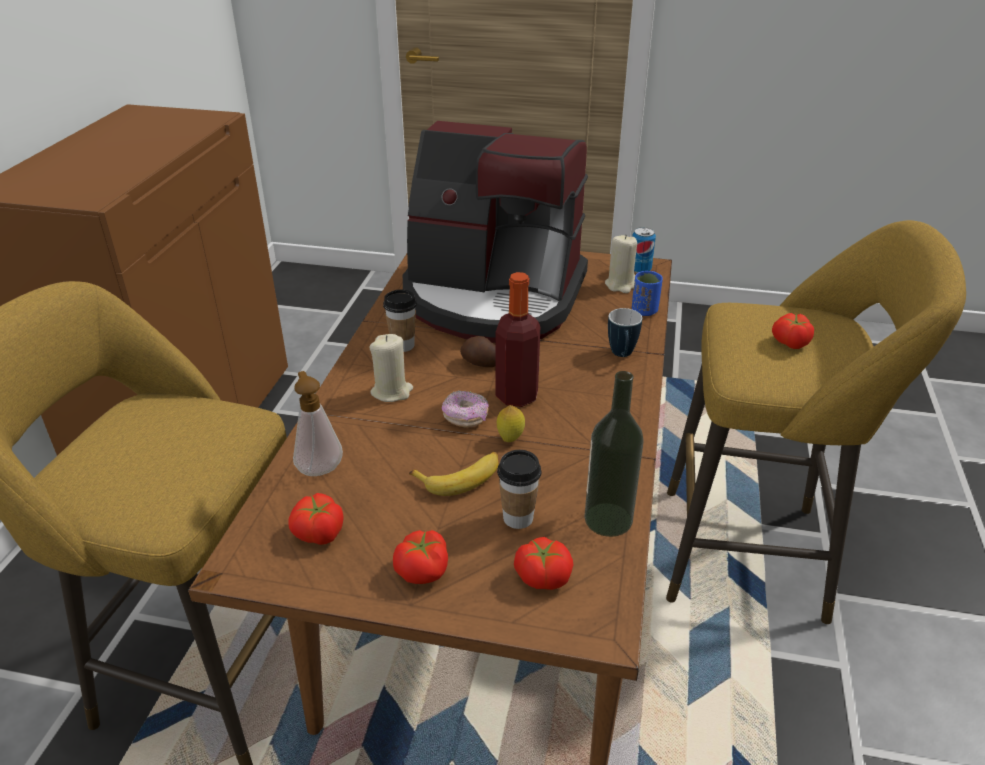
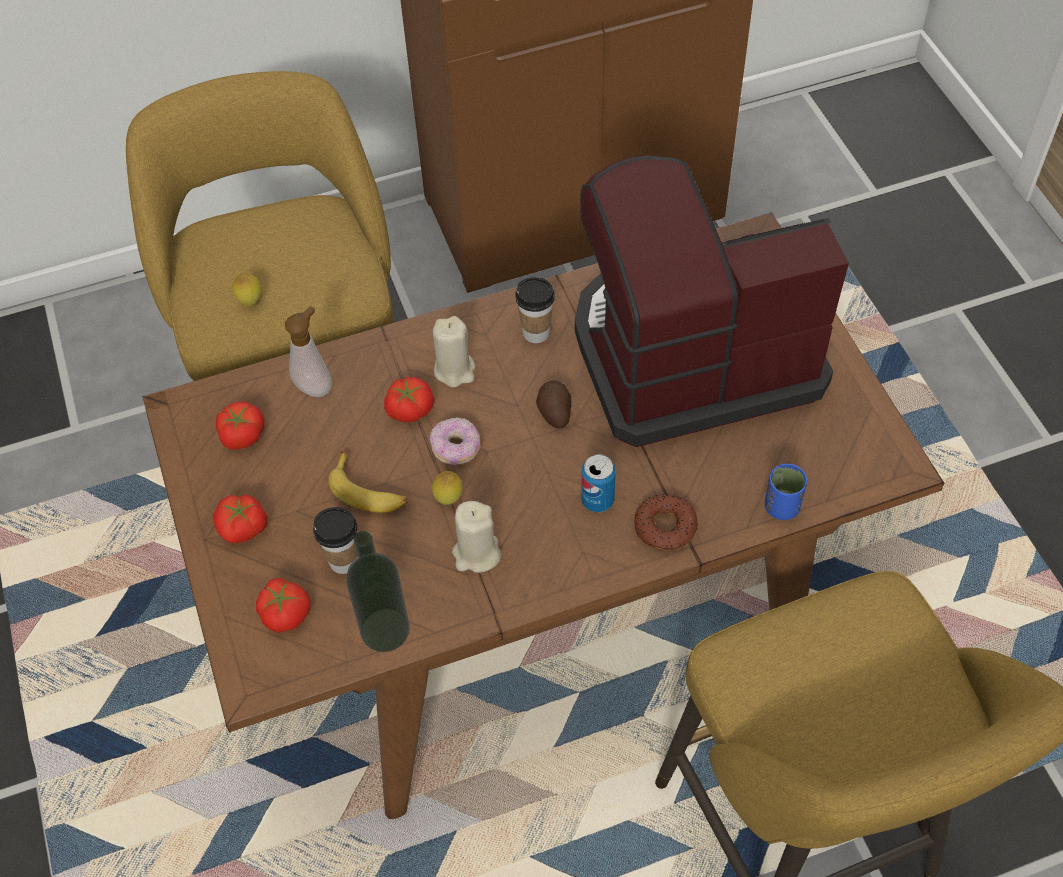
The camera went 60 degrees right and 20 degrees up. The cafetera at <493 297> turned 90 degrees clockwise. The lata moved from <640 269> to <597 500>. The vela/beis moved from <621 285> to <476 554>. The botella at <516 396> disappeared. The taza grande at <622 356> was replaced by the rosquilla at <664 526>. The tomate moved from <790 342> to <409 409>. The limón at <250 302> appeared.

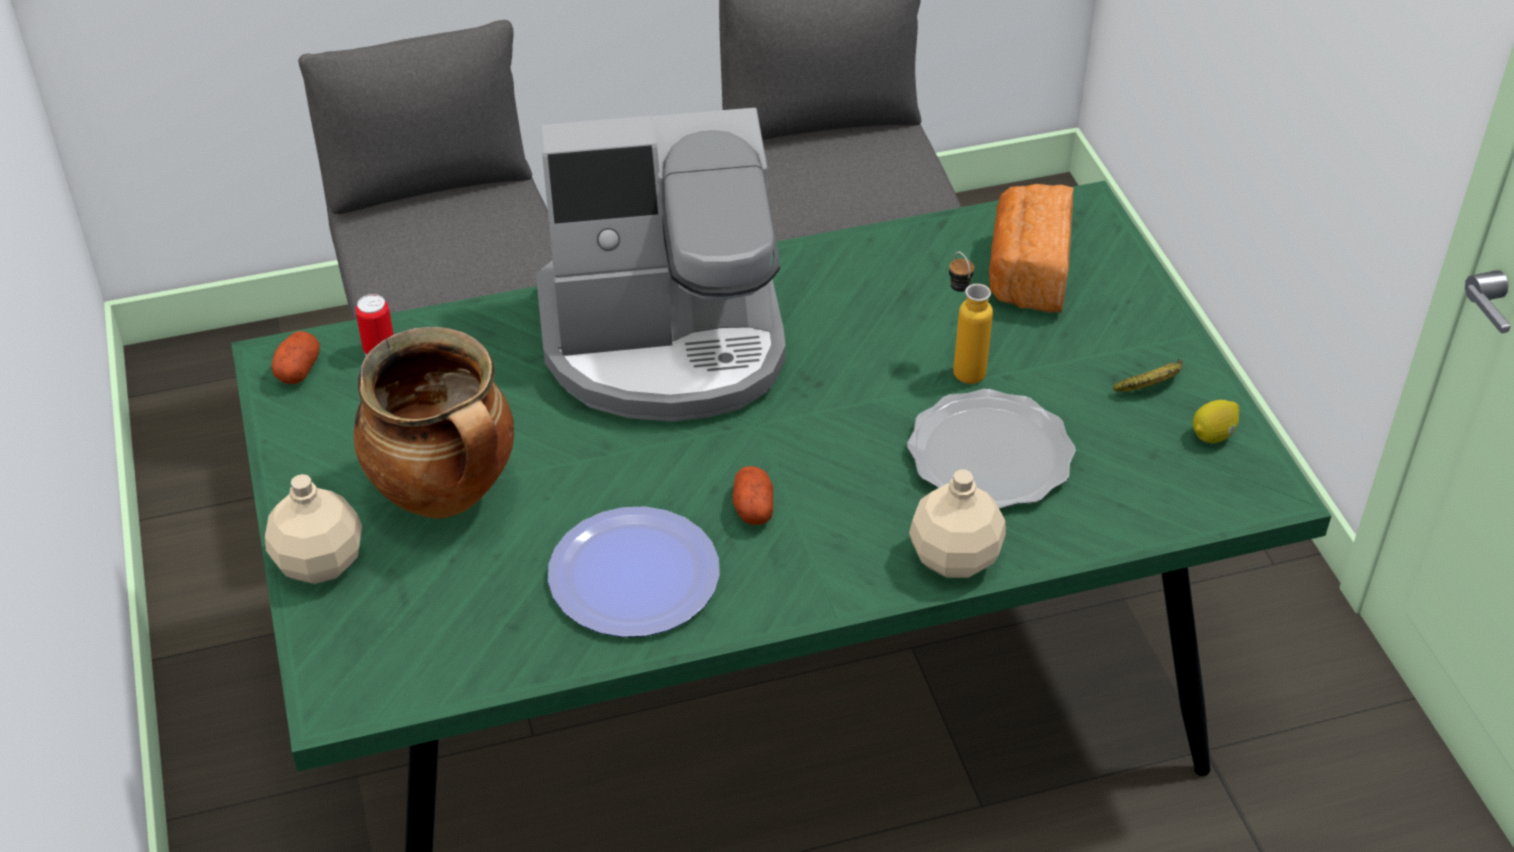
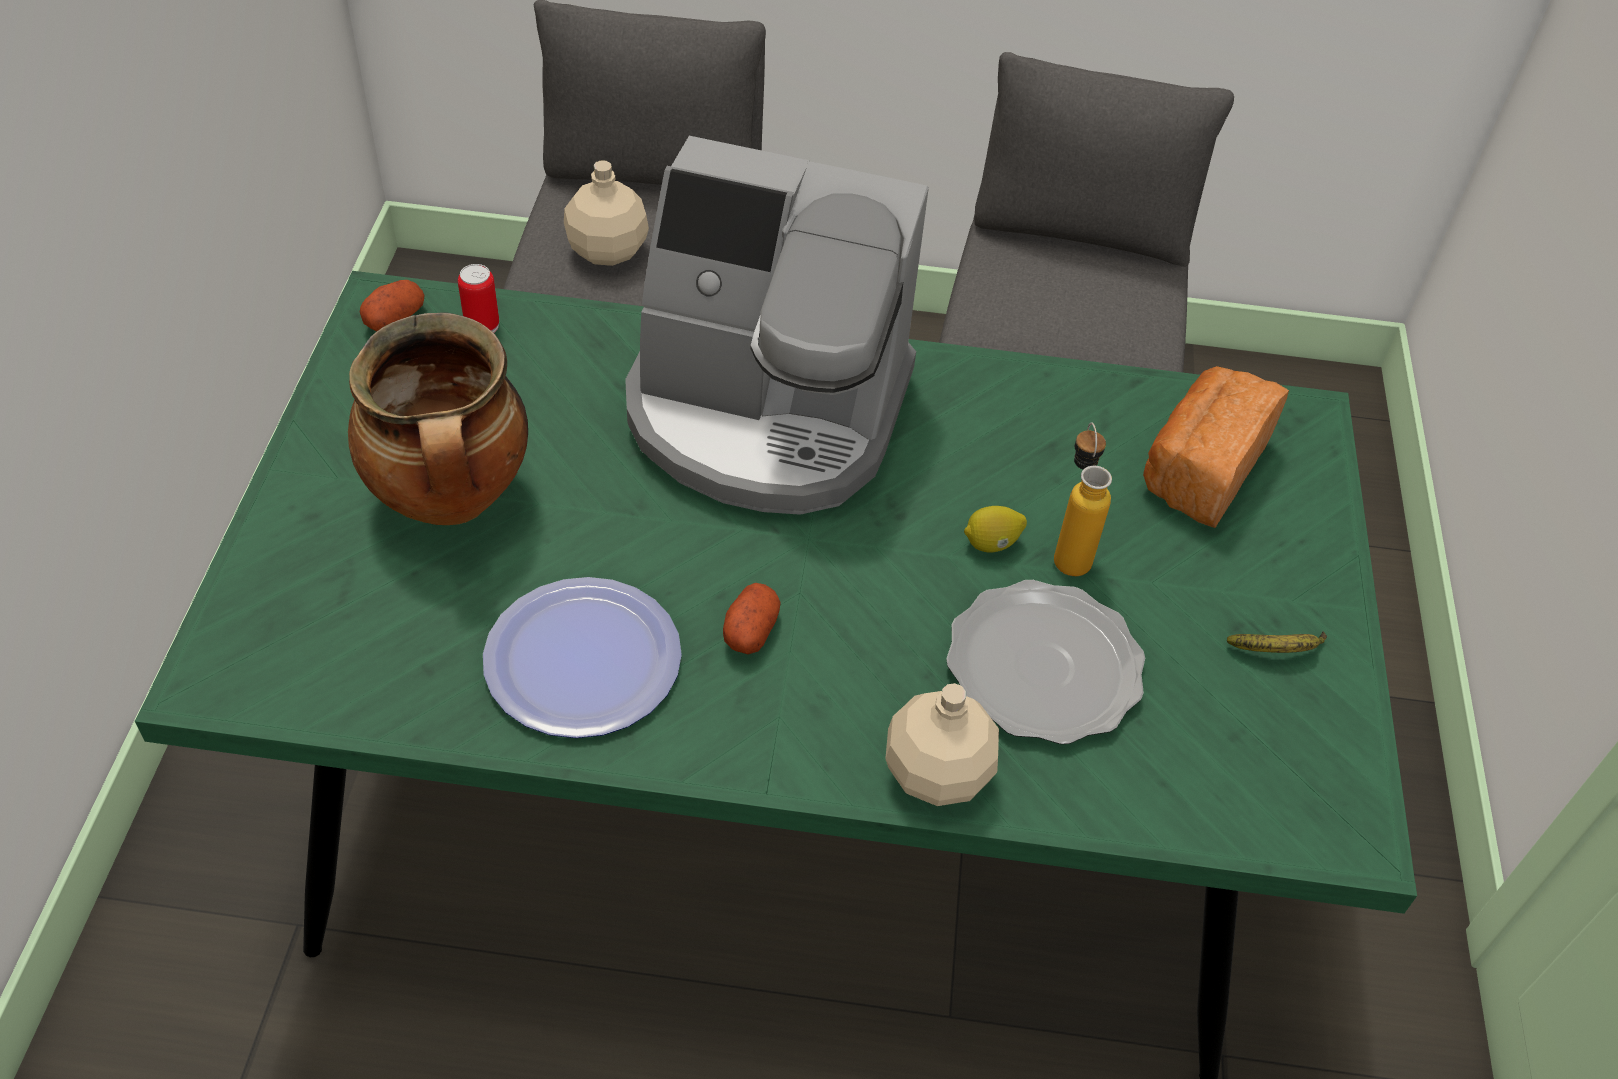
The camera went 20 degrees right and 5 degrees up. The limón moved from <1213 435> to <991 543>. The botella/beis moved from <321 562> to <608 251>.

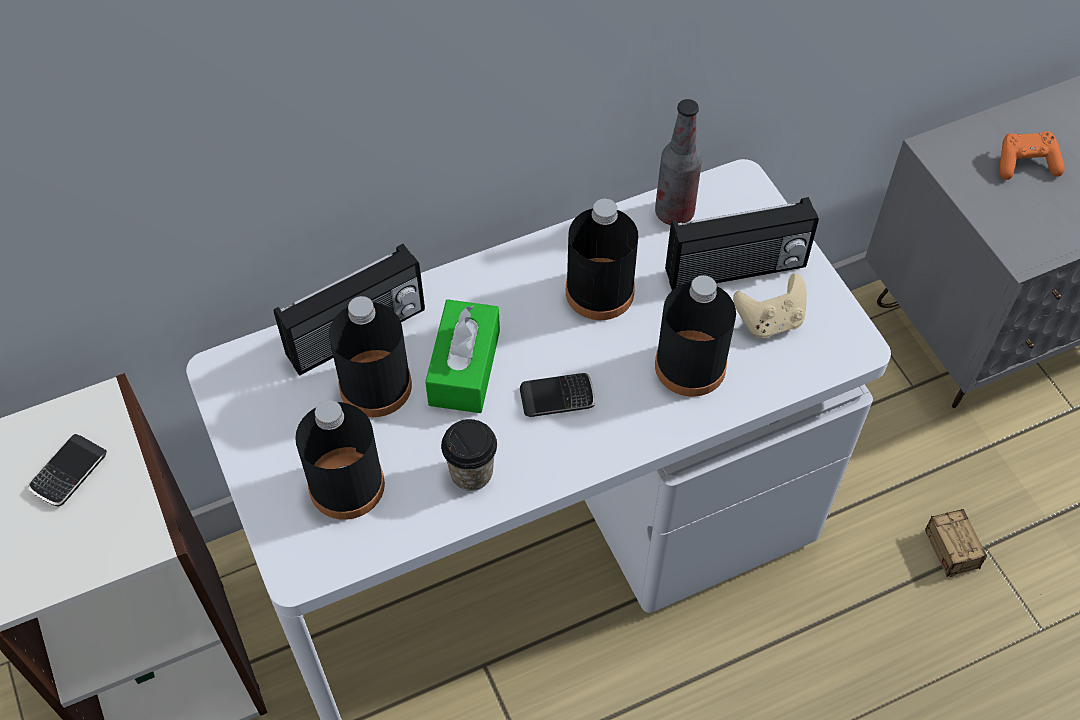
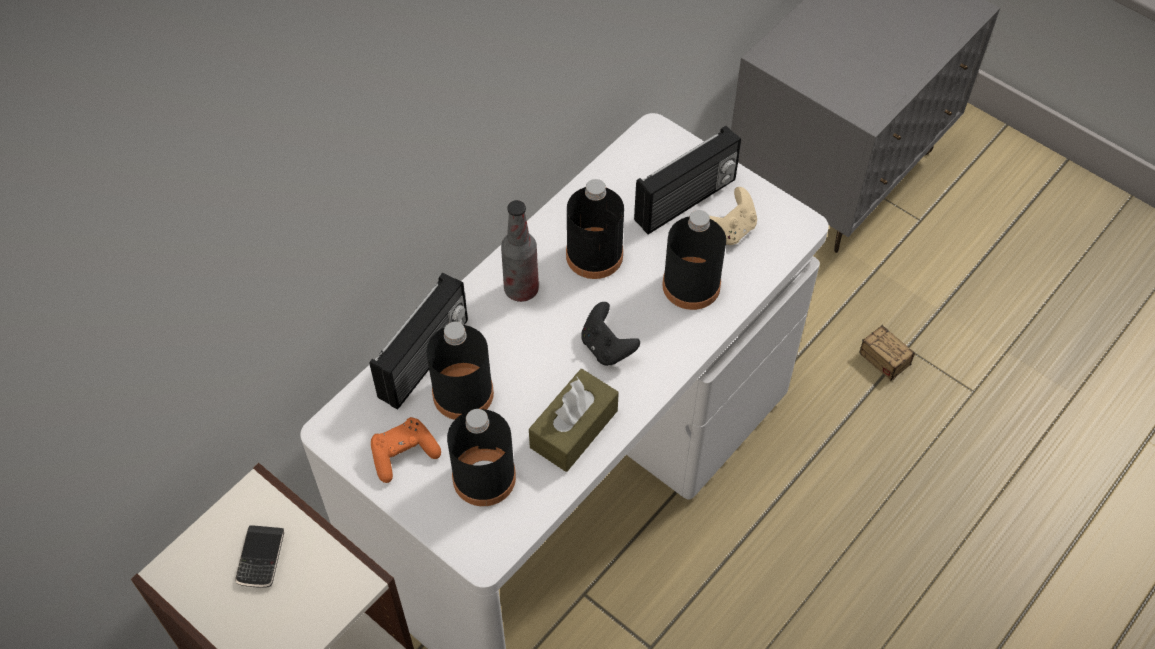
The camera went 25 degrees left and 0 degrees up. The botella moved from <674 213> to <521 289>. The mando de consola/naranja moved from <1025 164> to <403 454>. The caja de pañuelos/verde at <464 368> disappeared. The móvil at <557 398> was replaced by the mando de consola/negro at <607 347>. The taza at <471 473> was replaced by the caja de pañuelos/marrón at <574 429>.

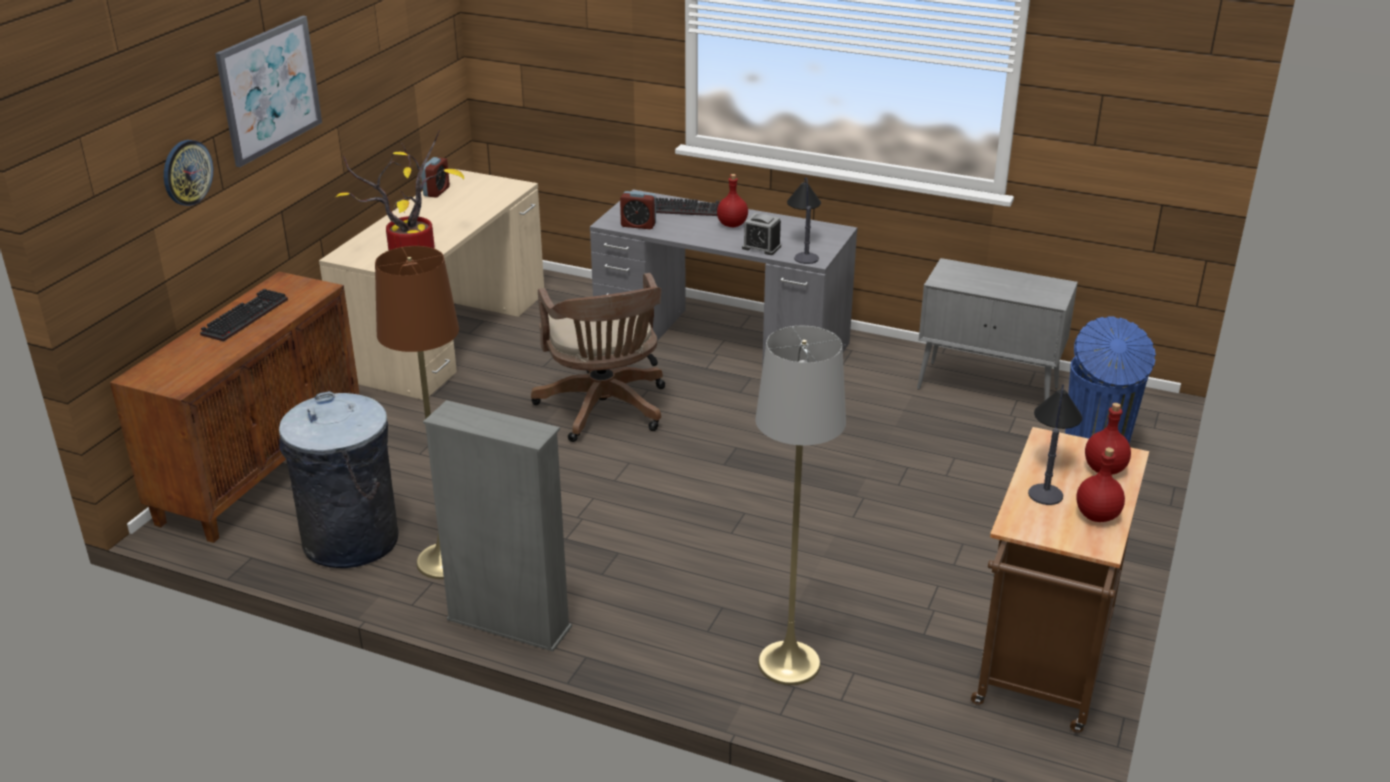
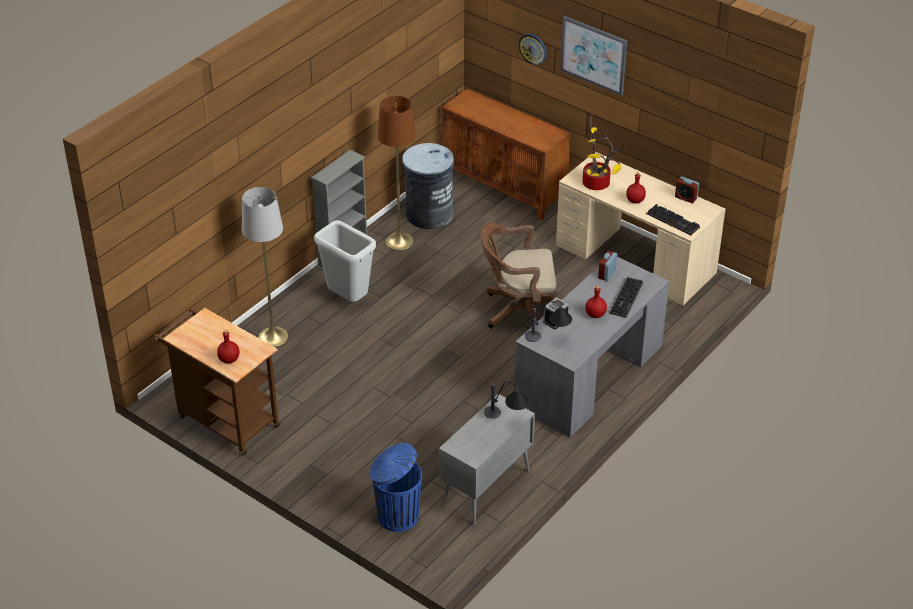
The camera went 105 degrees right and 10 degrees up. The teclado moved from <244 316> to <674 220>. The lámpara de mesa moved from <1048 475> to <507 418>. The botella/rojo moved from <1097 516> to <635 200>. The papelera/gris at <347 299> appeared.

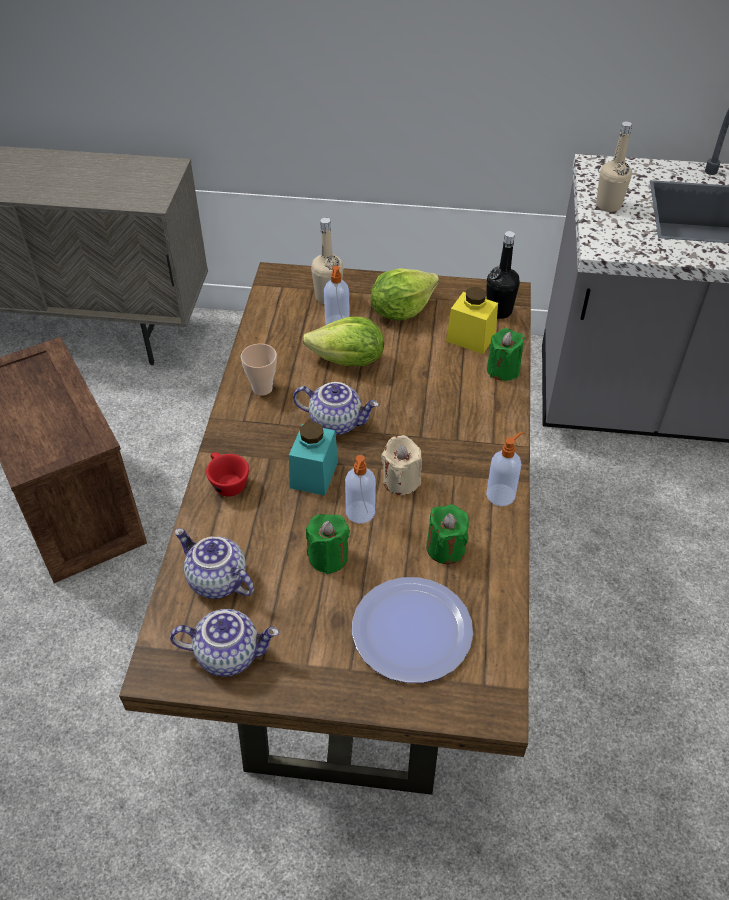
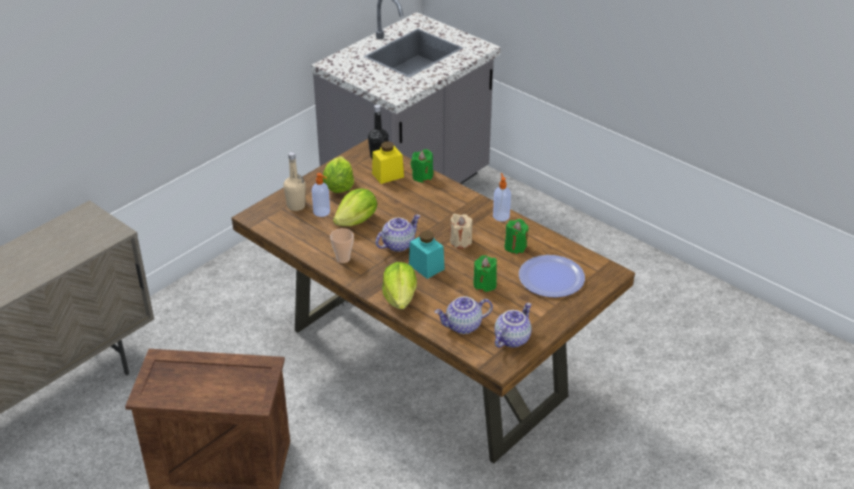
The camera went 55 degrees left and 10 degrees down. The botella/beis at <608 205> disappeared. The taza/rojo at <226 482> was replaced by the lechuga at <400 298>. The dispensador de jabón at <360 513> disappeared.

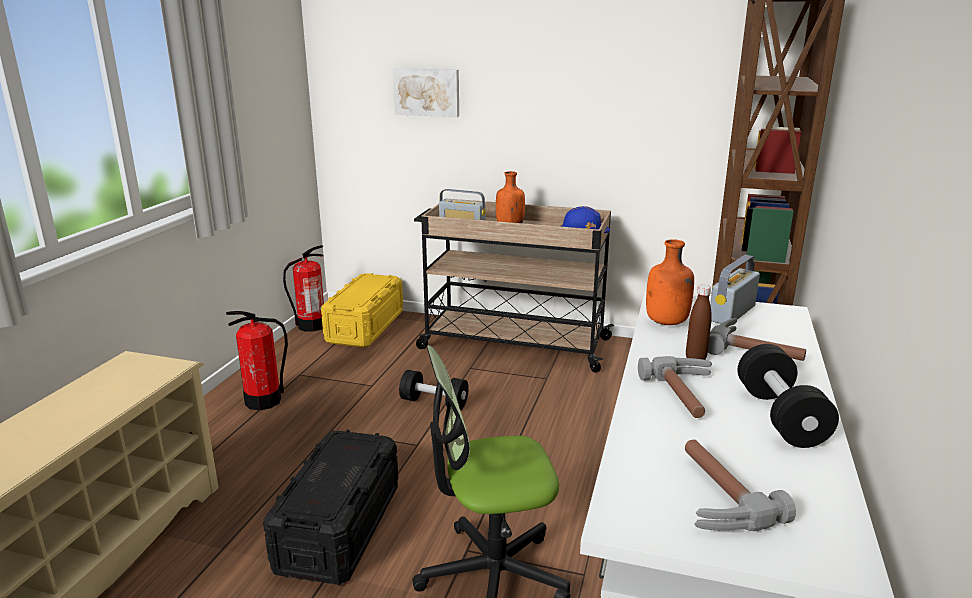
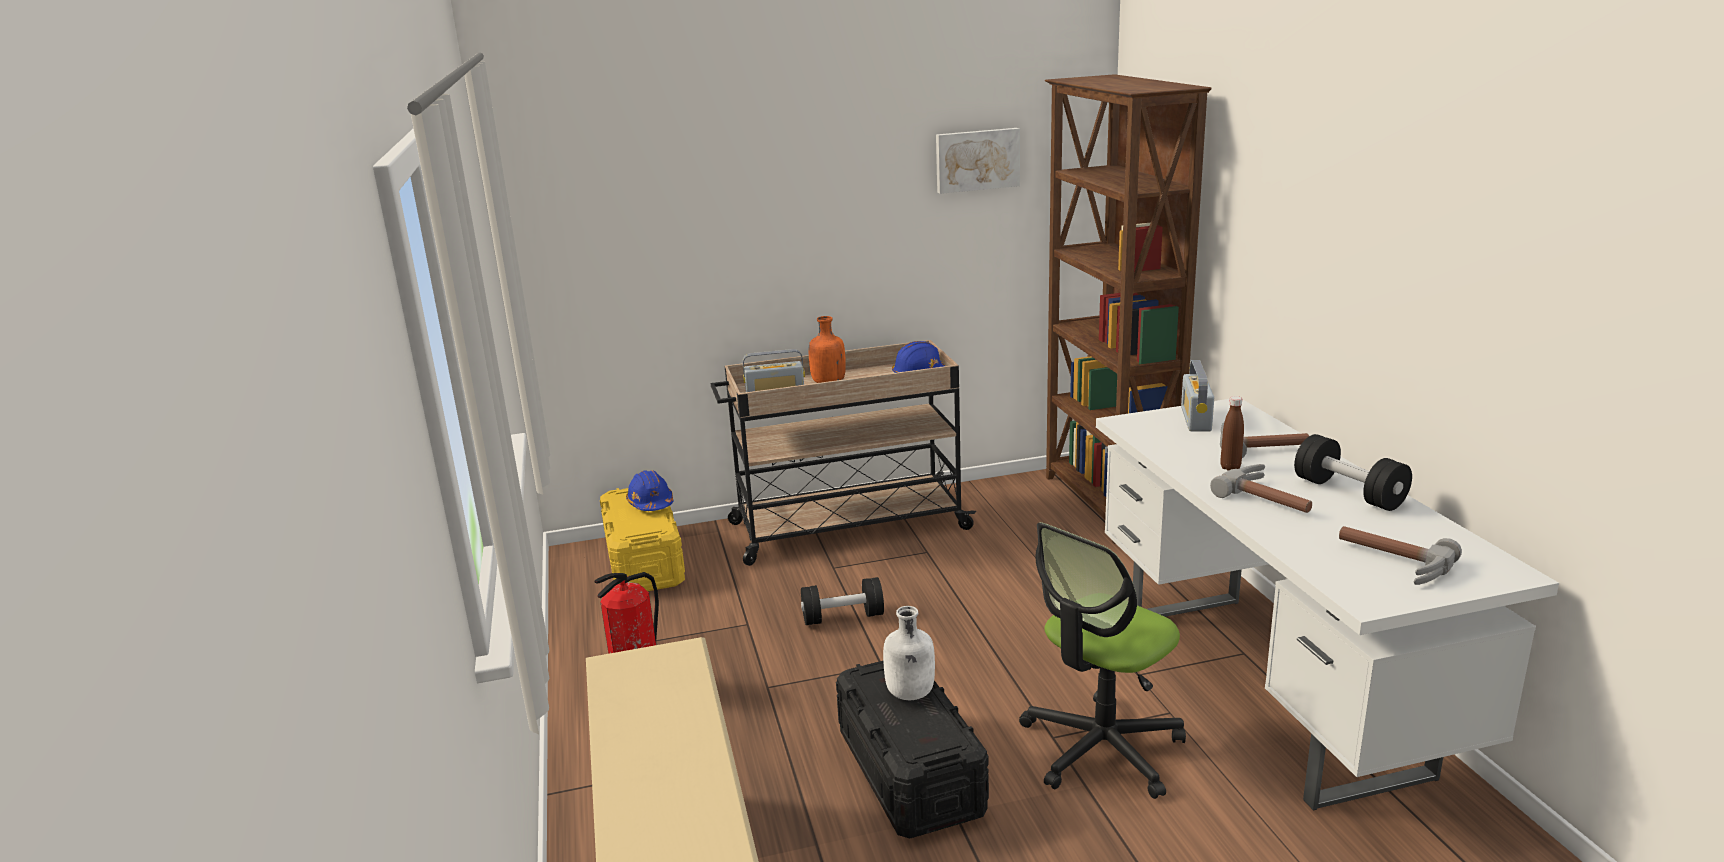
The camera went 30 degrees left and 0 degrees up. The cuadro moved from <427 92> to <976 160>. The botella/naranja at <667 322> disappeared. The extintor at <311 326> disappeared. The casco/azul at <651 503> appeared. The botella/blanco at <910 694> appeared.

